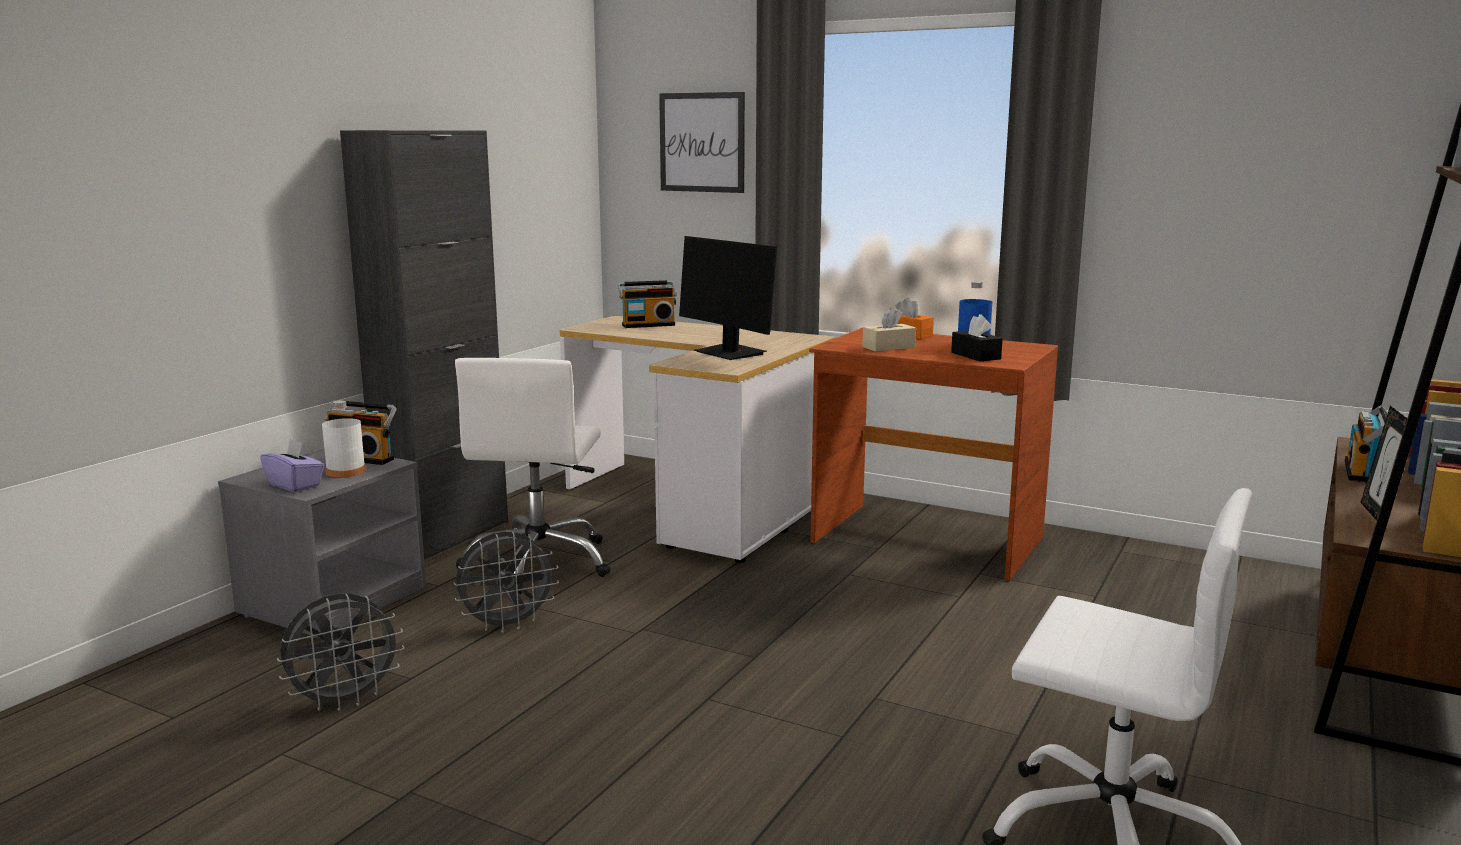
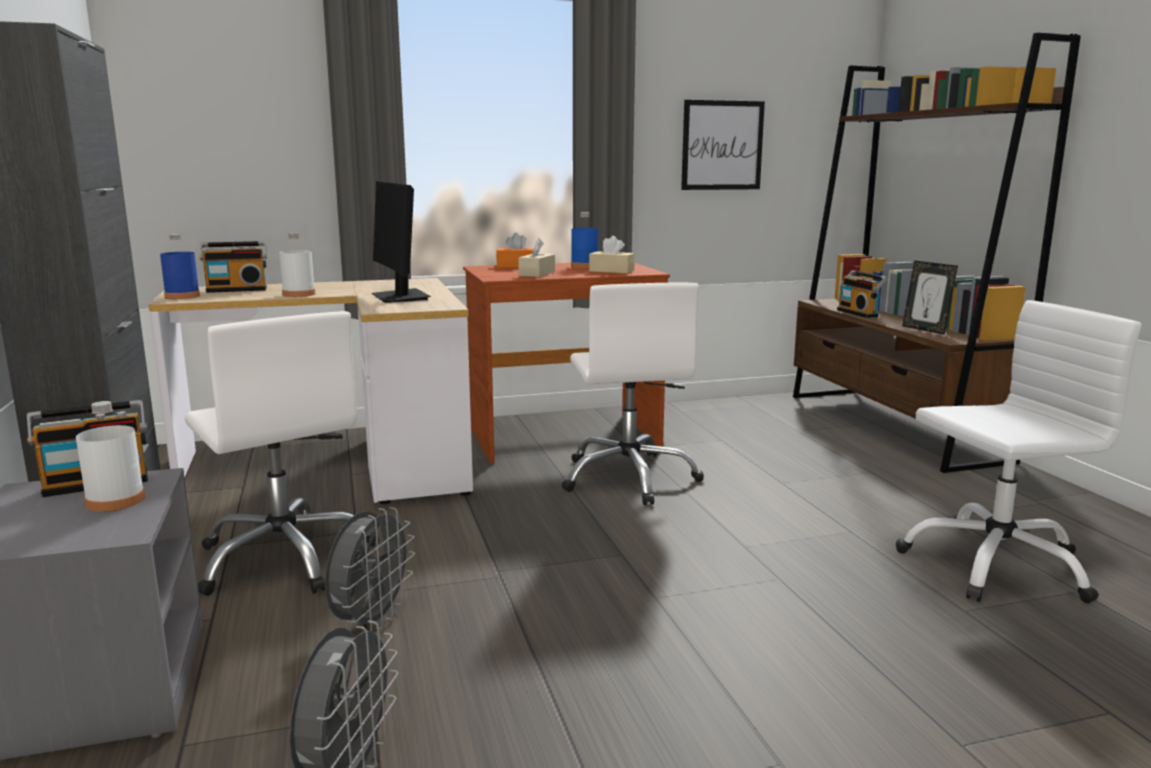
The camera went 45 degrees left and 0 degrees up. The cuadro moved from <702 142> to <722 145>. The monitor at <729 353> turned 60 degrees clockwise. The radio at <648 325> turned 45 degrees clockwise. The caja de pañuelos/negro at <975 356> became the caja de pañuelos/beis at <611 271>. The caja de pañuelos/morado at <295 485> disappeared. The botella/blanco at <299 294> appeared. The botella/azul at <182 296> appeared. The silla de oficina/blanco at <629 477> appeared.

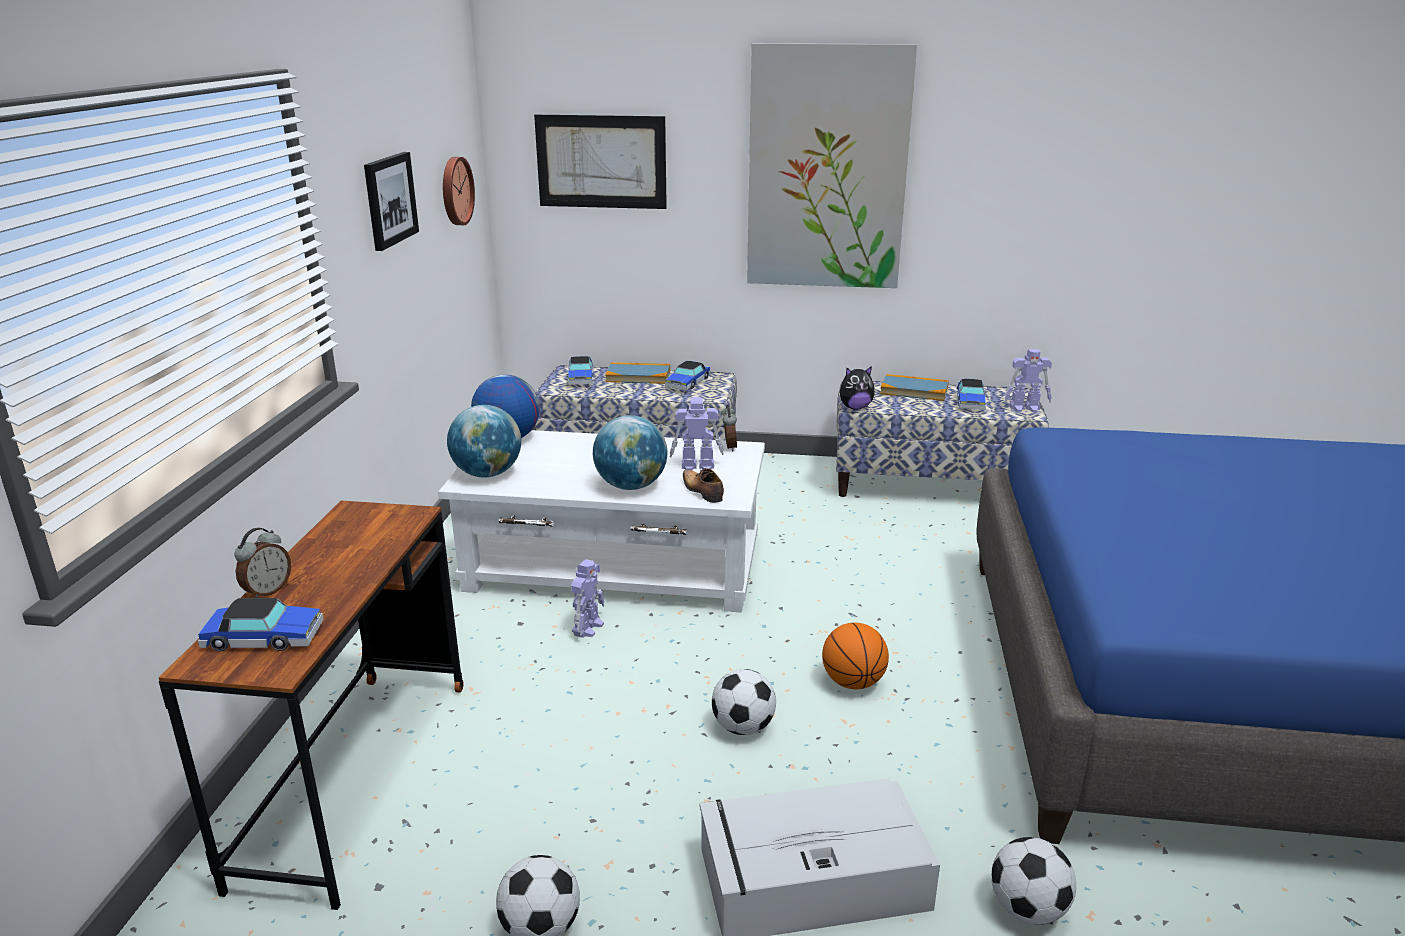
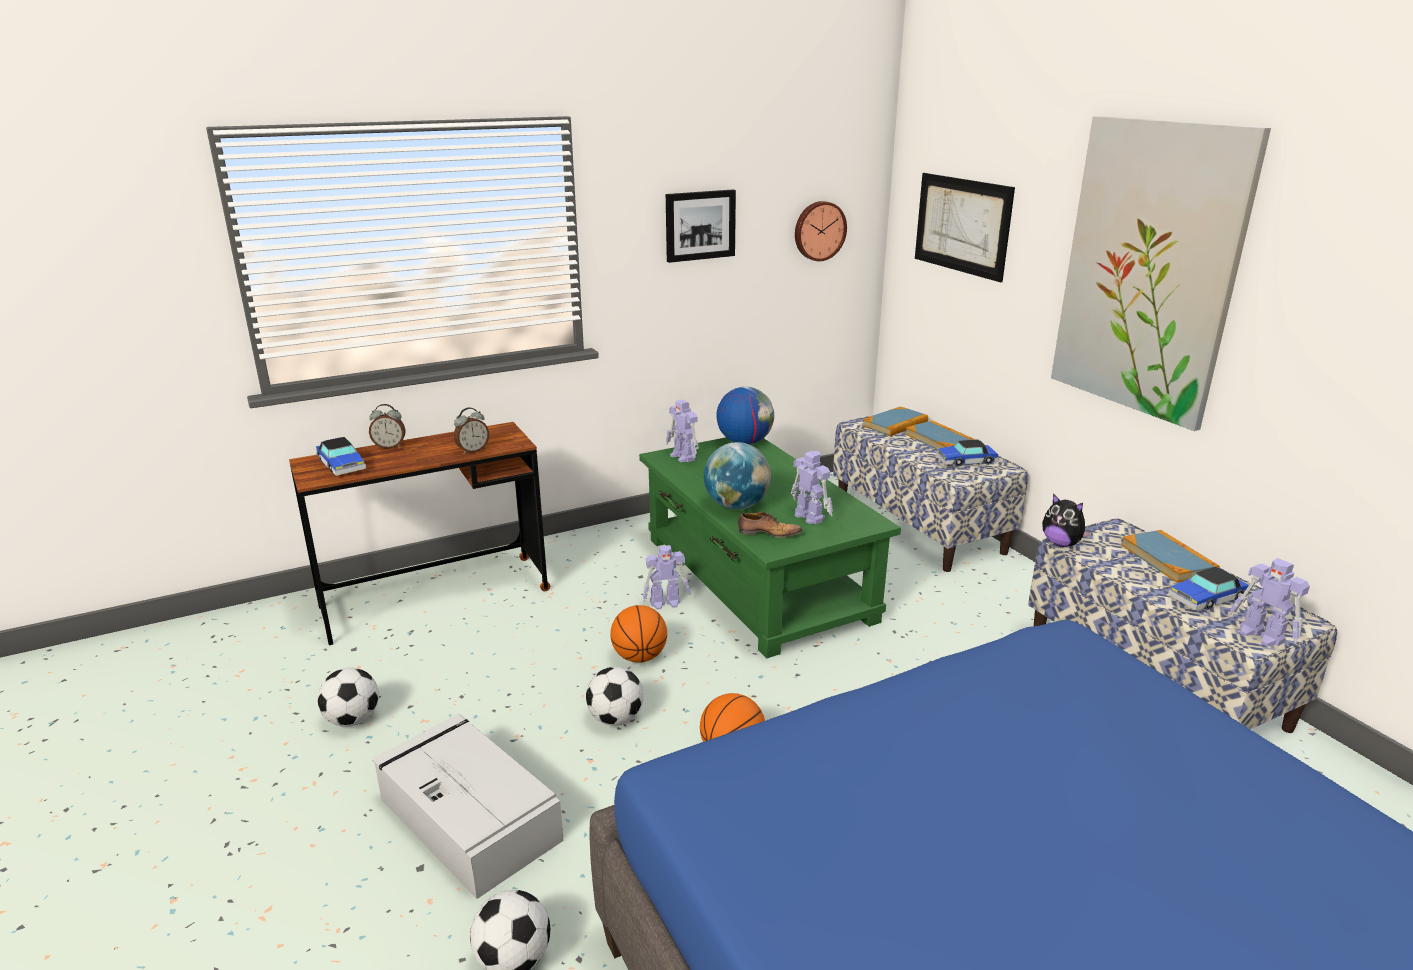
The camera went 55 degrees right and 0 degrees up. The coche de juguete at <581 377> was replaced by the libro at <895 424>. The despertador moved from <728 447> to <472 450>. The globo terráqueo at <487 474> was replaced by the robot de juguete at <683 457>. The mesa de centro/blanco at <613 565> became the mesa de centro/verde at <757 577>. The zapato at <702 491> turned 75 degrees clockwise. The balón de baloncesto at <639 657> appeared.

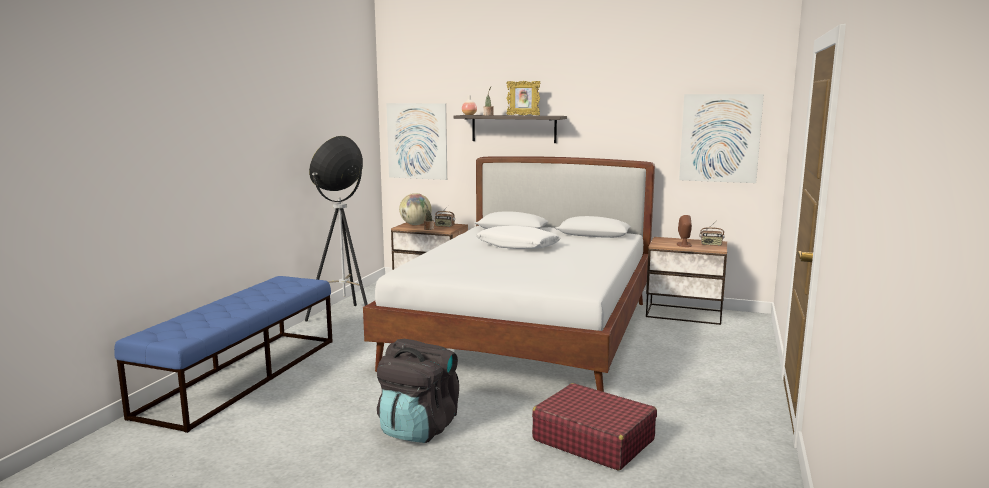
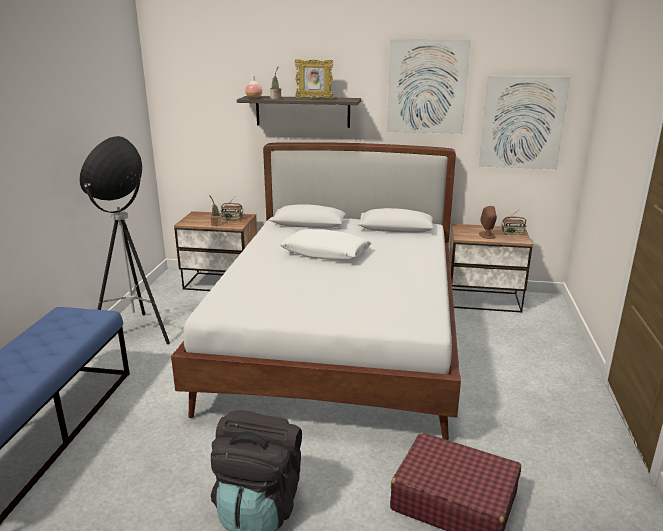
The camera went 10 degrees left and 10 degrees up. The cuadro moved from <417 141> to <426 87>. The globo terráqueo at <415 224> disappeared.

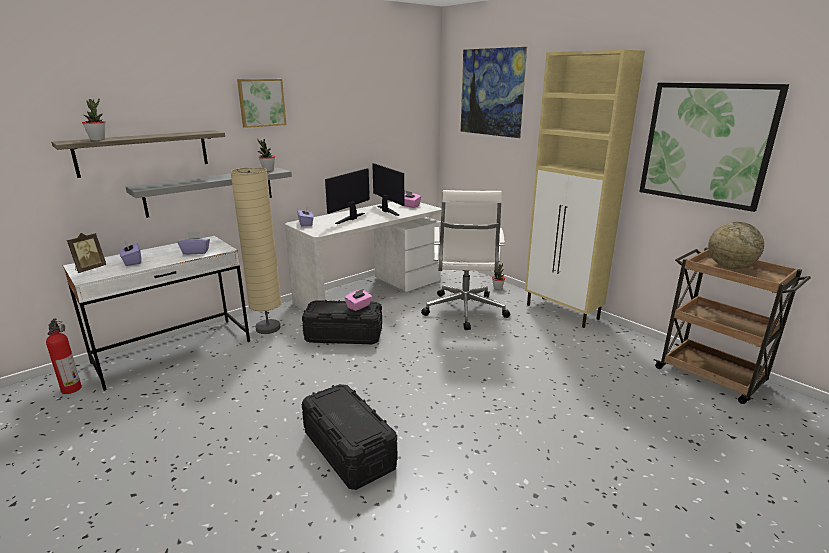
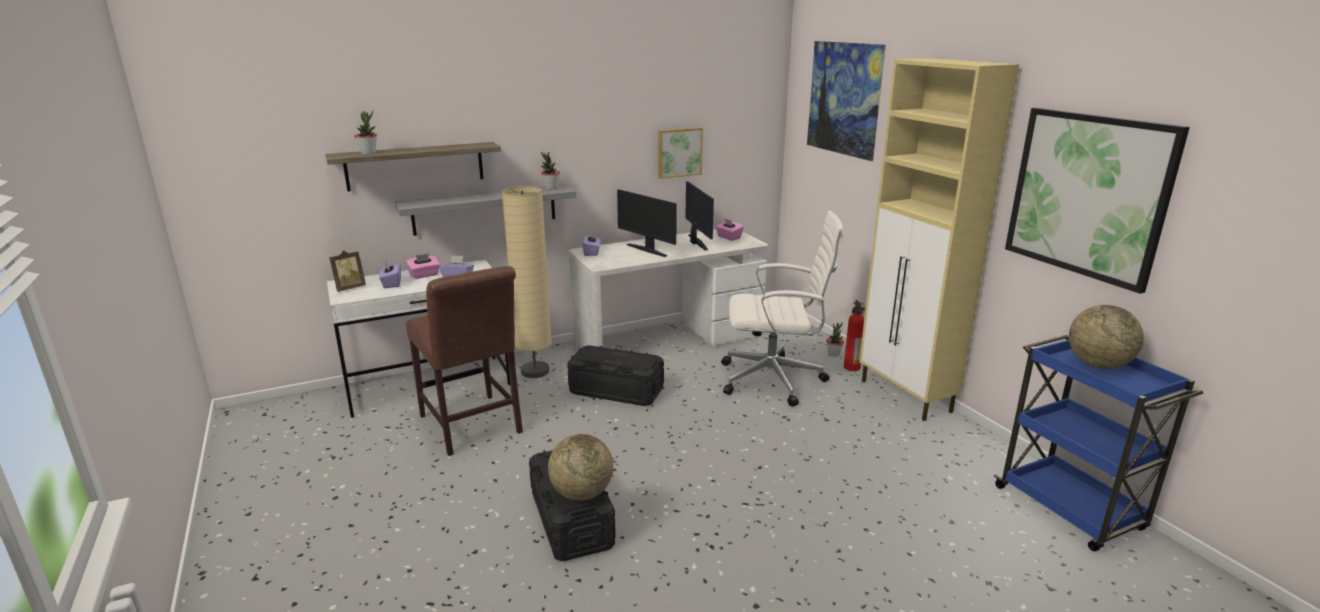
The camera went 15 degrees right and 0 degrees up. The cuadro moved from <261 102> to <679 152>. The monitor at <351 218> turned 90 degrees counterclockwise. The silla de oficina/blanco at <464 311> turned 105 degrees counterclockwise. The carrito/marrón at <711 377> became the carrito/azul at <1070 510>. The caja de pañuelos/rosa moved from <359 306> to <424 275>. The extintor moved from <72 388> to <851 367>. The silla/marrón at <472 427> appeared. The globo terráqueo at <581 493> appeared.

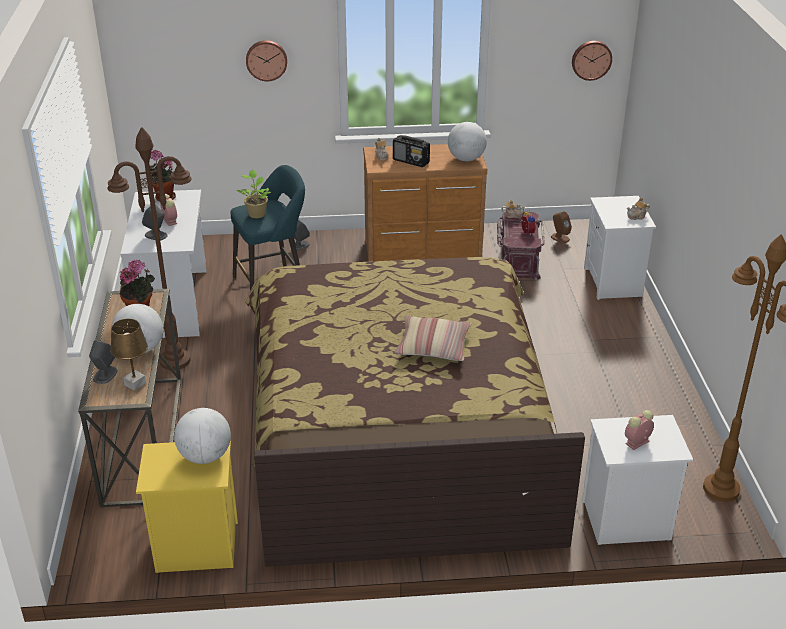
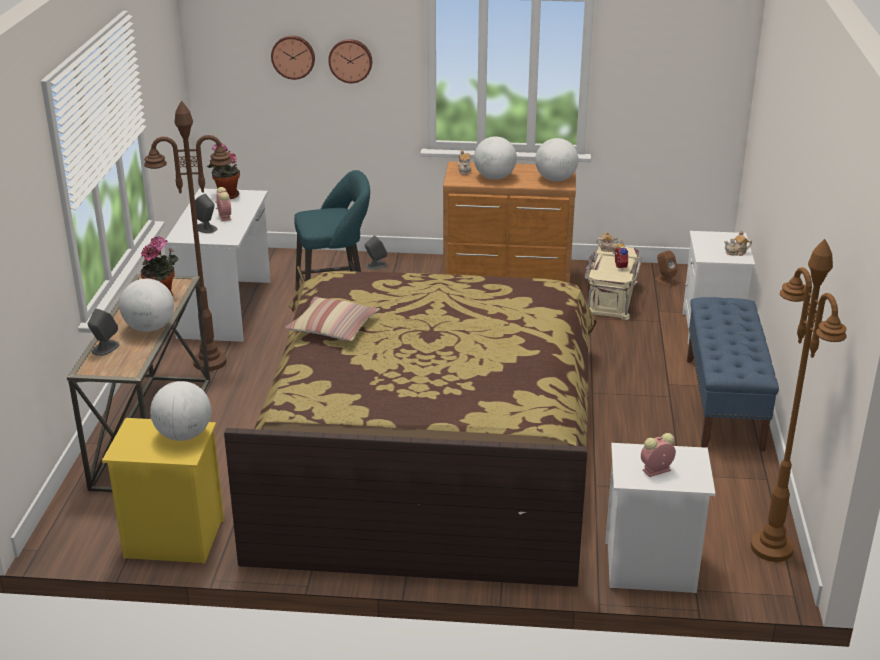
The camera went 10 degrees right and 5 degrees down. The reloj de pared moved from <591 59> to <293 56>. The radio at <411 161> was replaced by the globo terráqueo at <494 178>. The planta en maceta at <256 213> disappeared. The caja de almacenaje/rojo at <518 259> became the caja de almacenaje/beis at <610 298>. The cojín moved from <433 346> to <333 328>. The lámpara de mesa/marrón at <135 383> disappeared. The banco/azul at <724 403> appeared.

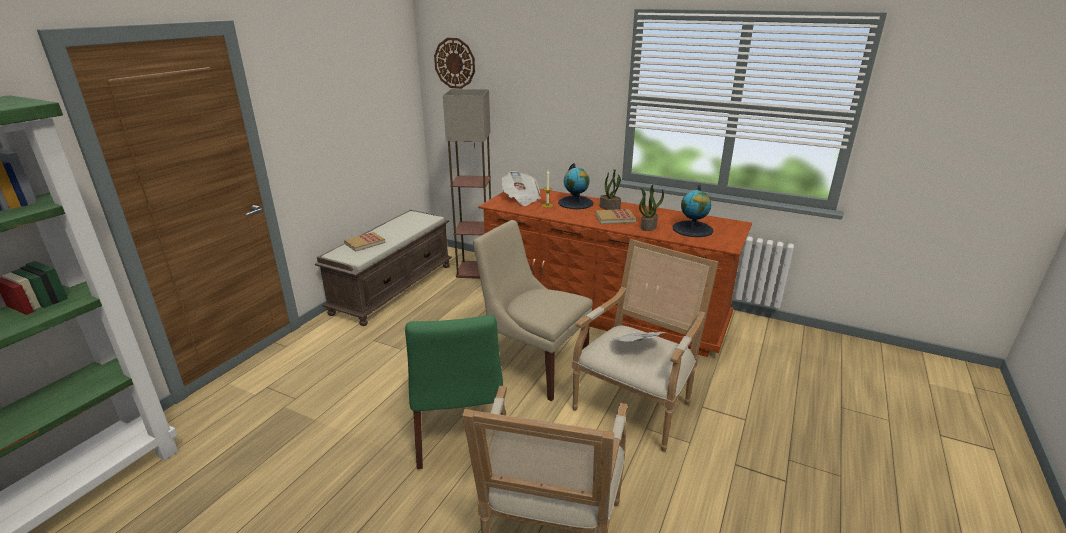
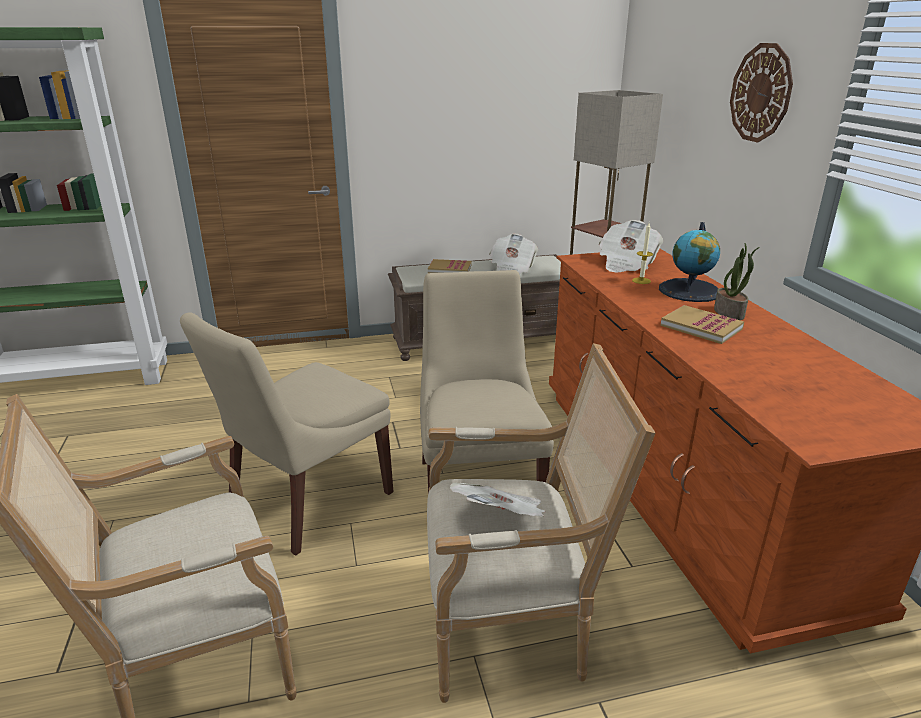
The camera went 50 degrees right and 0 degrees up. The reloj de pared moved from <455 63> to <761 93>. The planta en maceta at <648 226> disappeared. The globo terráqueo at <692 229> disappeared. The silla/verde at <459 433> became the silla/beis at <306 502>. The periódico at <512 268> appeared.

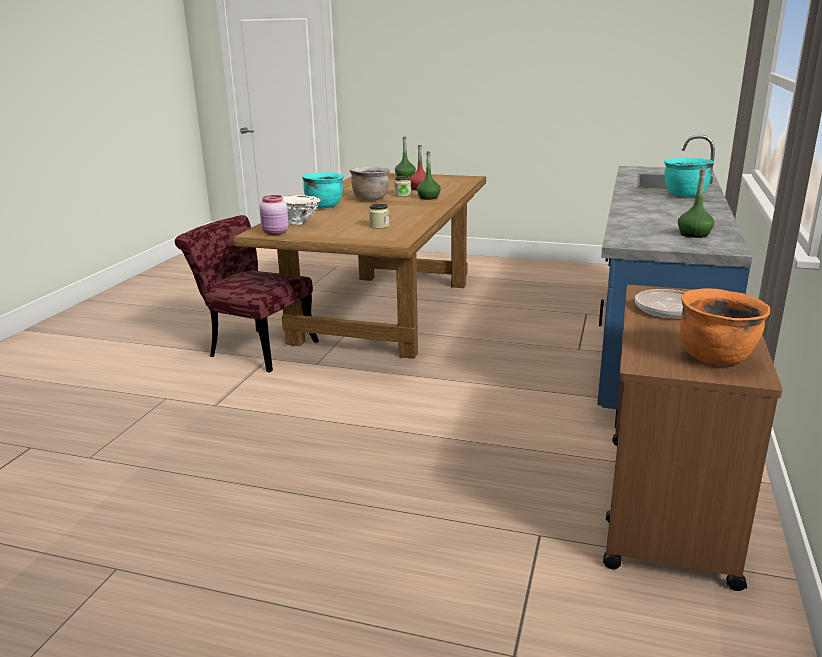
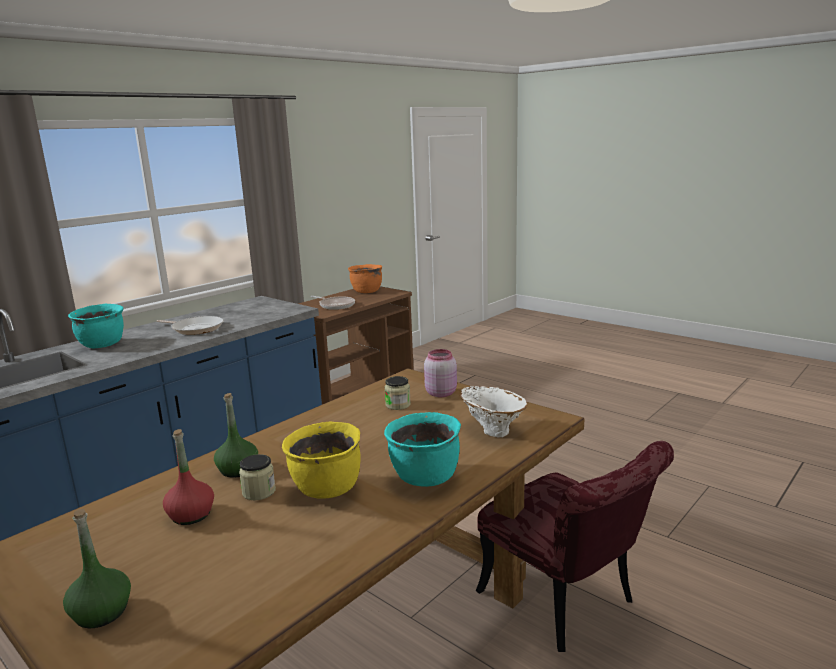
The camera went 155 degrees left and 5 degrees down. The olla/marrón at <370 199> became the olla/amarillo at <326 489>. The botella/verde at <694 234> disappeared. The tarro/rosa moved from <275 233> to <441 393>. The sartén at <195 328> appeared.

